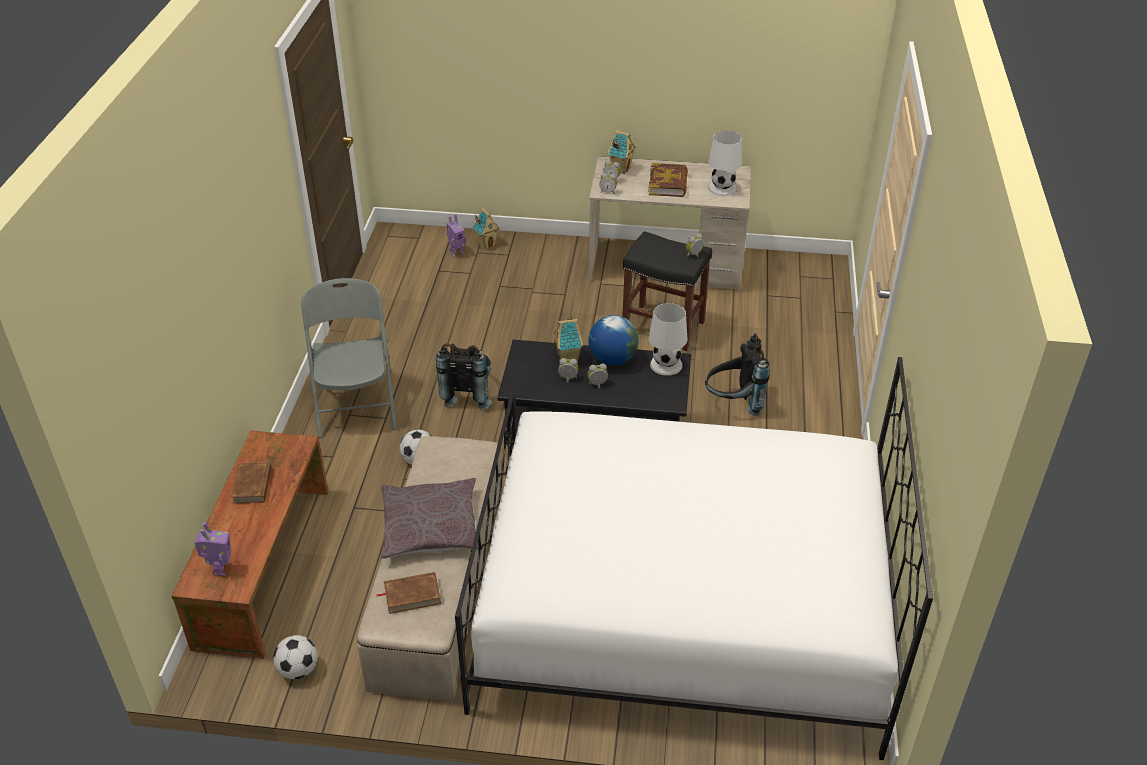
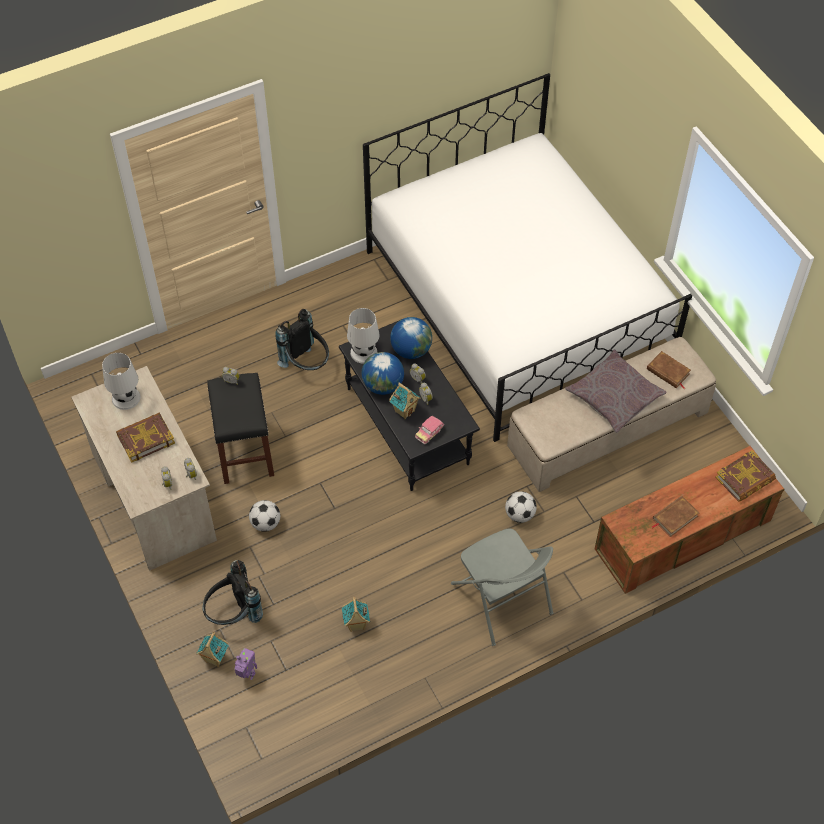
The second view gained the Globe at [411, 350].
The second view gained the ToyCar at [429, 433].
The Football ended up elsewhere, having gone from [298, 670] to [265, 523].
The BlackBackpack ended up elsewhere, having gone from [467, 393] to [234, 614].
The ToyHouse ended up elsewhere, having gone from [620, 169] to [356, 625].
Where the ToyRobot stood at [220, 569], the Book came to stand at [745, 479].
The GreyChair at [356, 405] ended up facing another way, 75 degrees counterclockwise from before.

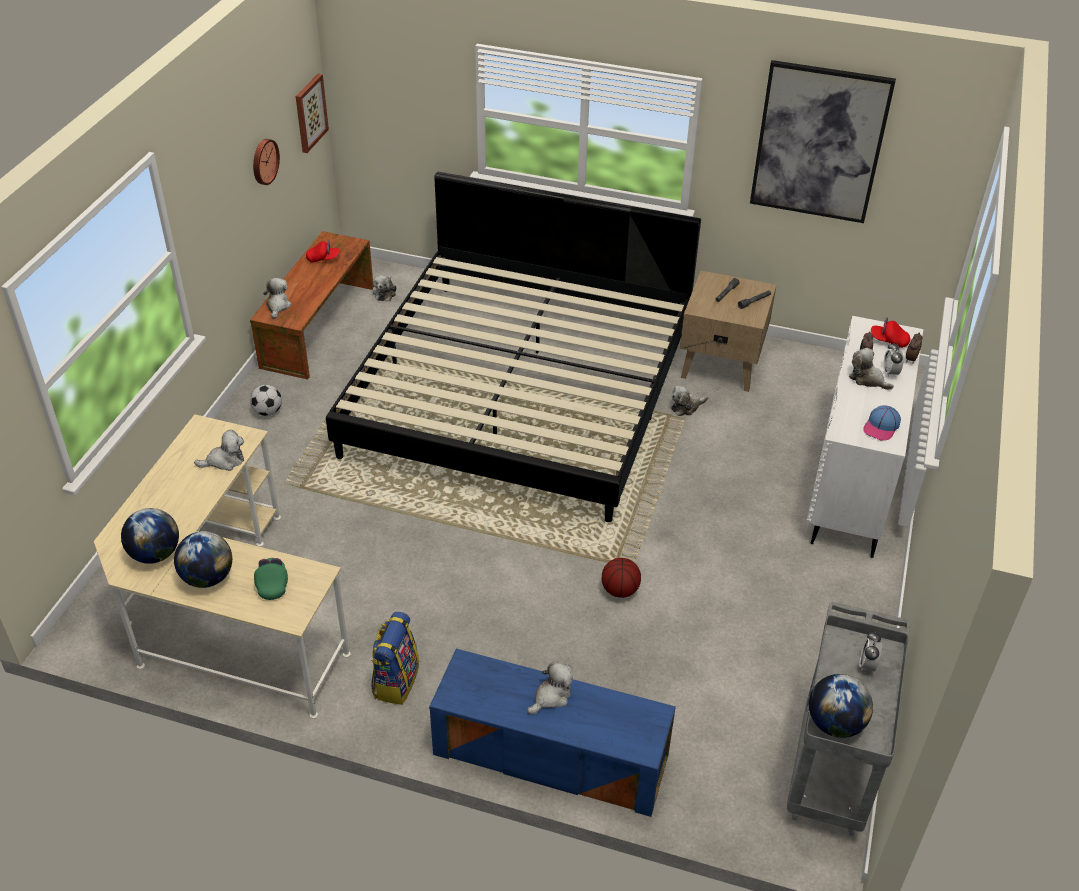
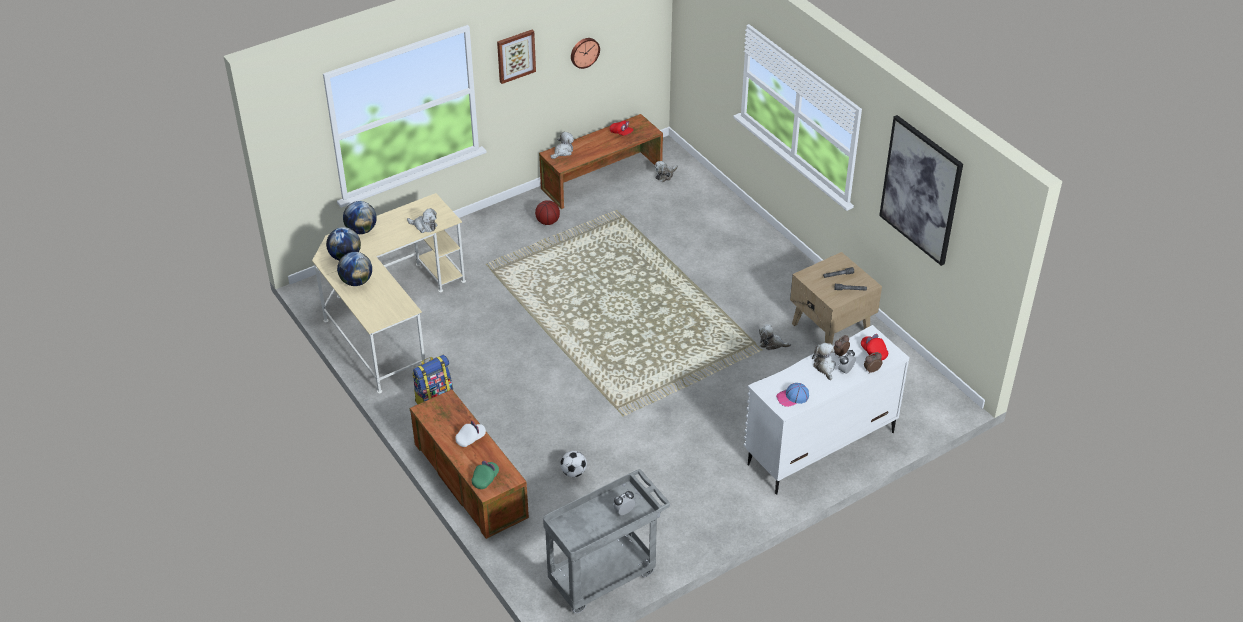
The second view lost the Bed at [520, 392].
The Football ended up elsewhere, having gone from [267, 412] to [573, 472].
The GreenCap ended up elsewhere, having gone from [272, 584] to [485, 479].
The Picture ended up elsewhere, having gone from [310, 113] to [515, 55].
The Basketball ended up elsewhere, having gone from [619, 590] to [547, 222].
The Globe ended up elsewhere, having gone from [835, 724] to [361, 230].
Where the PlushToy stood at [551, 696], the WhiteCap came to stand at [470, 438].
What was the BlueBench at [548, 756] turned into the BrownBench at [468, 480].

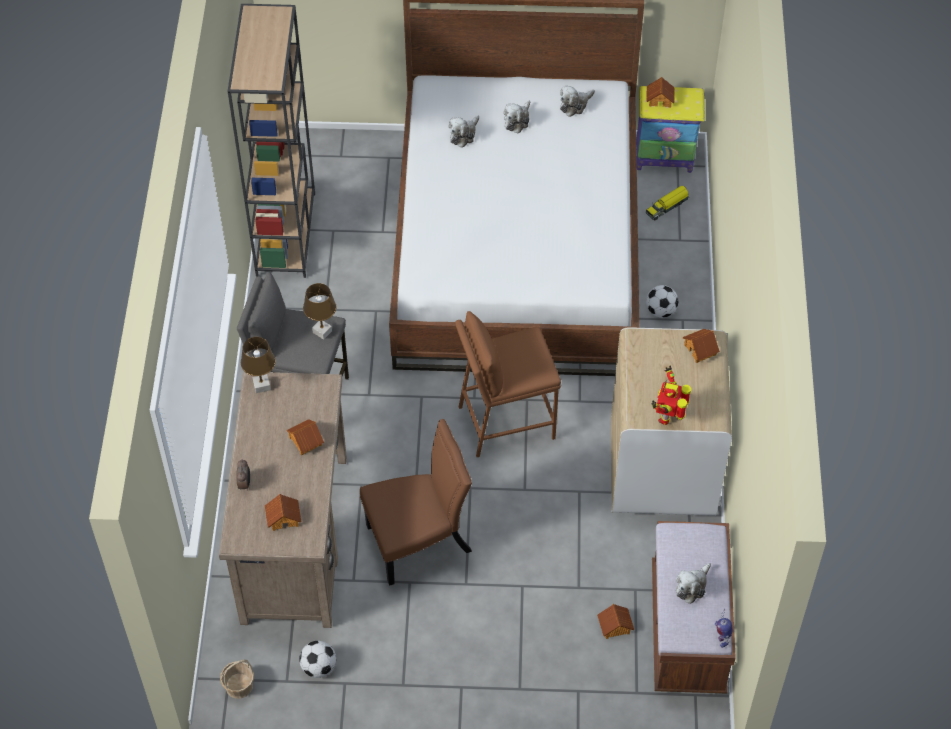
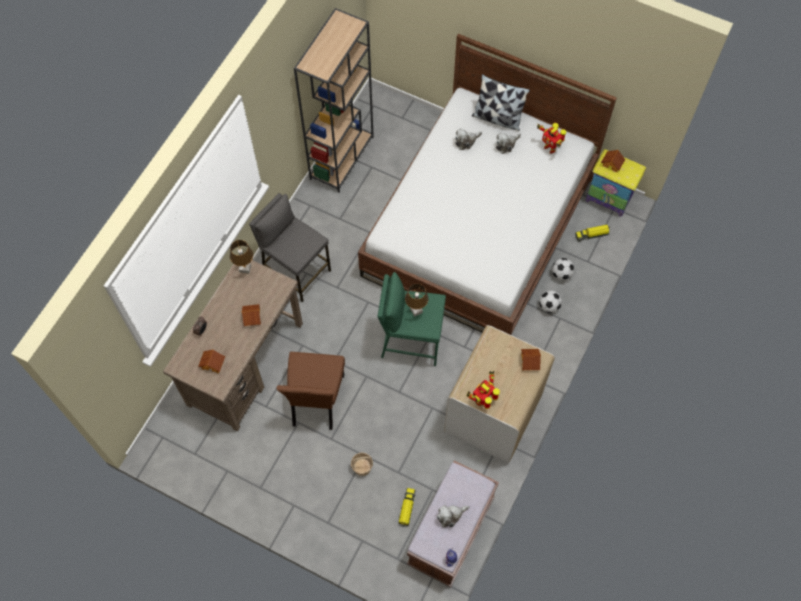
The second view gained the Pillow at [497, 118].
The Basket ended up elsewhere, having gone from [238, 686] to [362, 467].
The Football ended up elsewhere, having gone from [318, 667] to [561, 274].
The BrownTableLamp ended up elsewhere, having gone from [322, 332] to [416, 310].
Where the PlushToy stood at [575, 105], the ToyRobot came to stand at [550, 148].
Where the ToyHouse stood at [615, 626], the ToyTruck came to stand at [407, 508].
What was the BrownStool at [505, 421] turned into the GreenStool at [411, 341].
The BrownChair at [417, 542] ended up facing another way, 90 degrees clockwise from before.

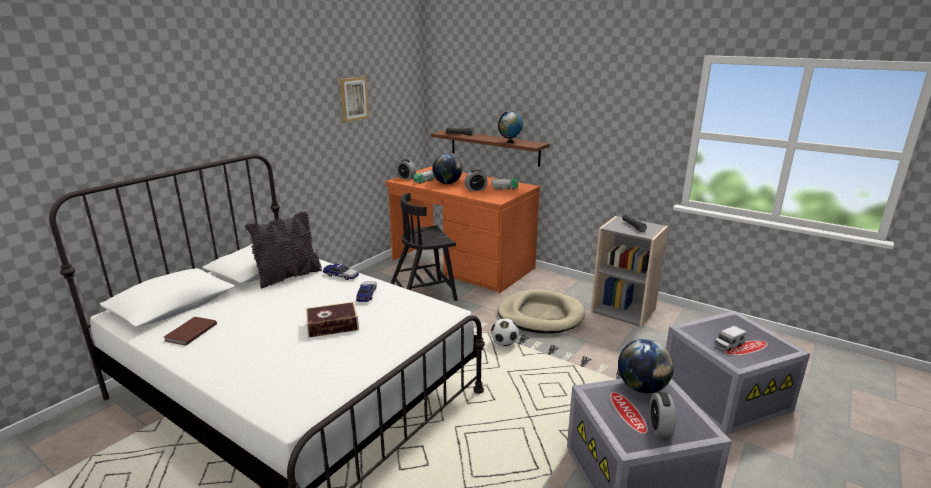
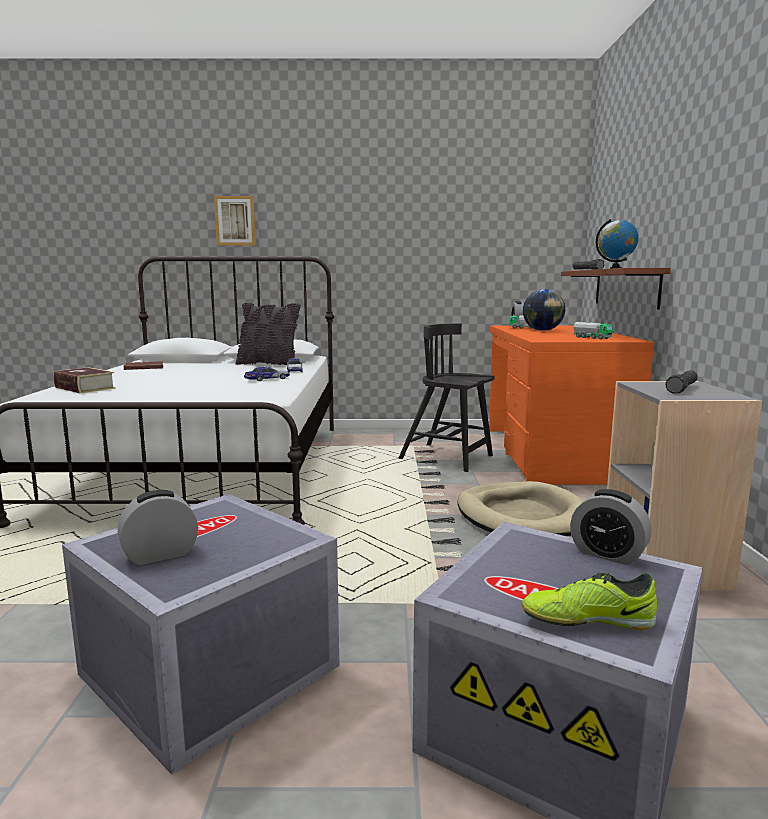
The second view lost the Football at [504, 343].
The second view lost the Globe at [642, 387].
The second view lost the ToyTruck at [728, 345].
The second view gained the Shoe at [587, 620].
The Book ended up elsewhere, having gone from [332, 325] to [84, 388].
The Picture ended up elsewhere, having gone from [353, 99] to [235, 221].
The AlarmClock ended up elsewhere, having gone from [475, 189] to [607, 554].

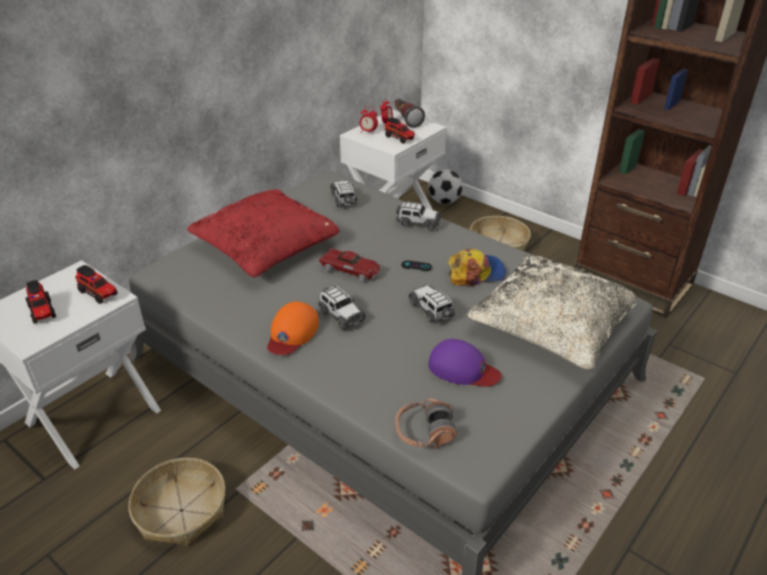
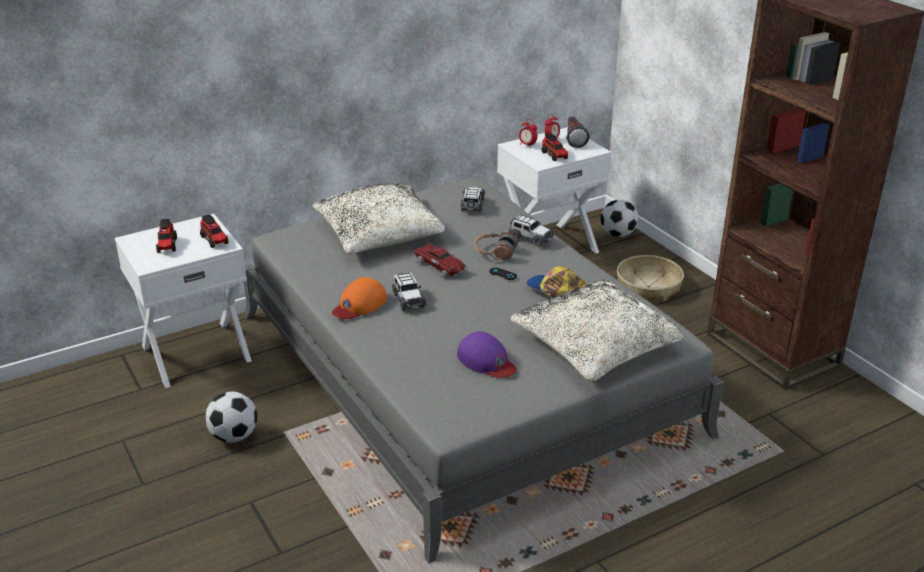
The second view lost the ToyCar at [431, 310].
The Headphones ended up elsewhere, having gone from [424, 432] to [495, 252].
Where the Basket stood at [182, 510], the Football came to stand at [234, 436].
What was the RedPillow at [267, 245] turned into the BeigePillow at [380, 232].
The Cap at [476, 272] ended up facing another way, 150 degrees counterclockwise from before.

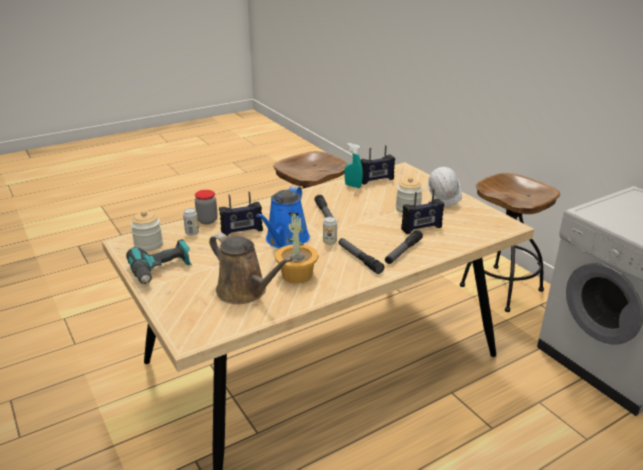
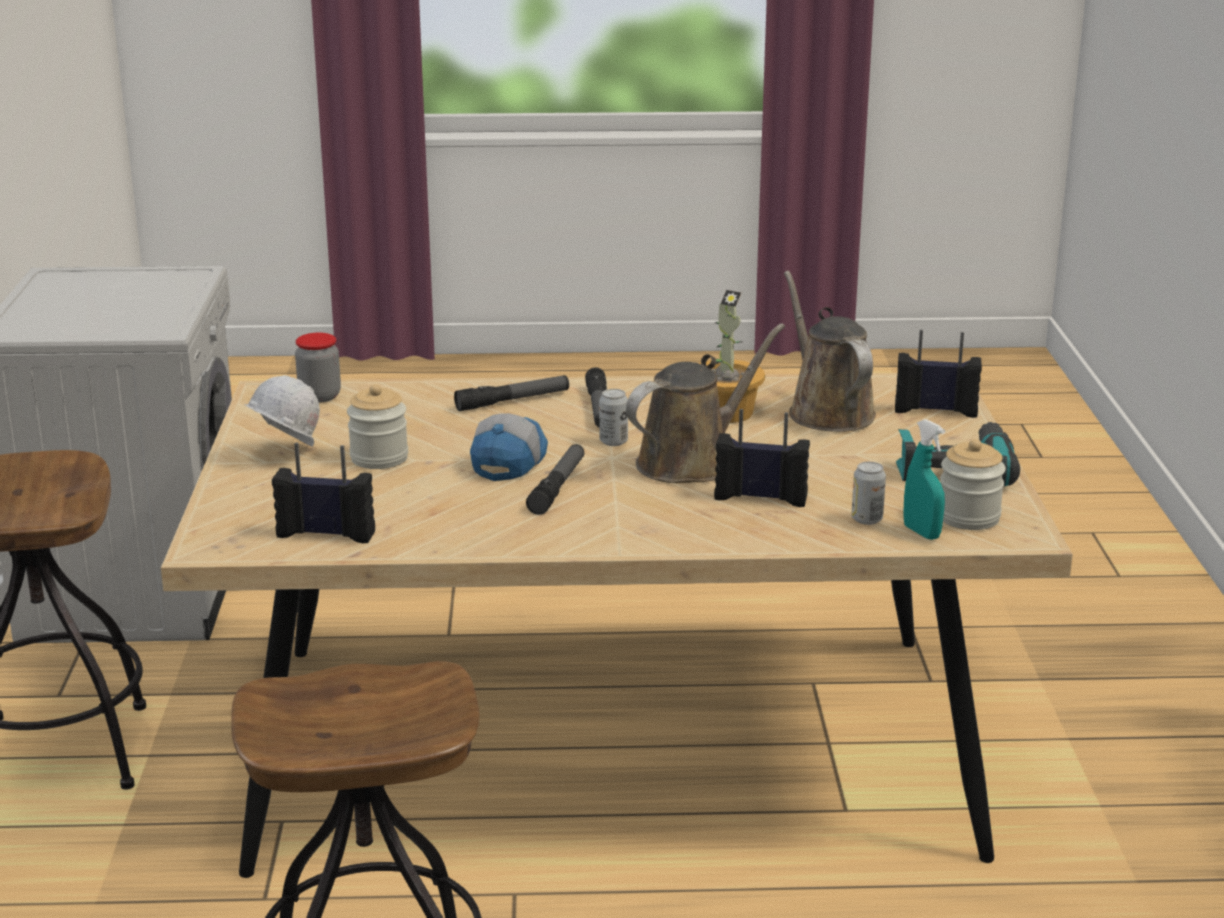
The second view gained the Cap at [507, 461].
The Jar ended up elsewhere, having gone from [207, 220] to [320, 396].
The TurquoiseSprayBottle ended up elsewhere, having gone from [353, 186] to [921, 532].
The Radio ended up elsewhere, having gone from [421, 228] to [935, 410].
What was the BlueWateringCan at [285, 240] turned into the BrownWateringCan at [691, 462].

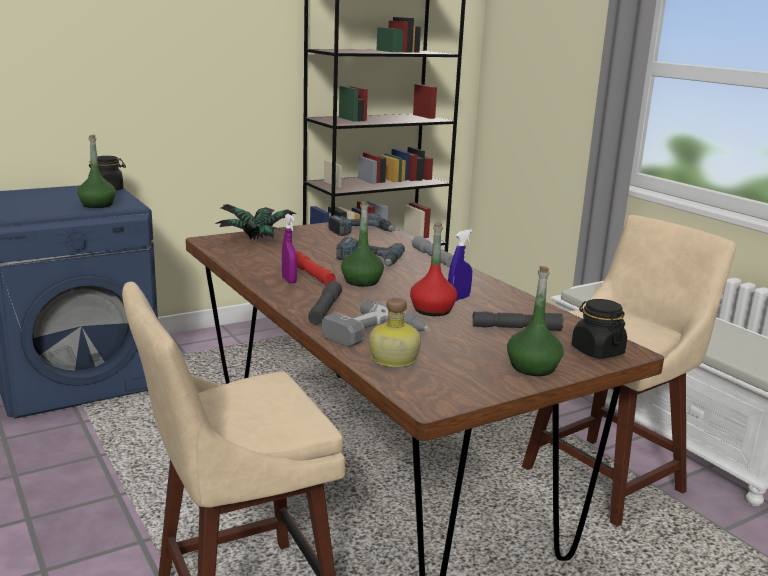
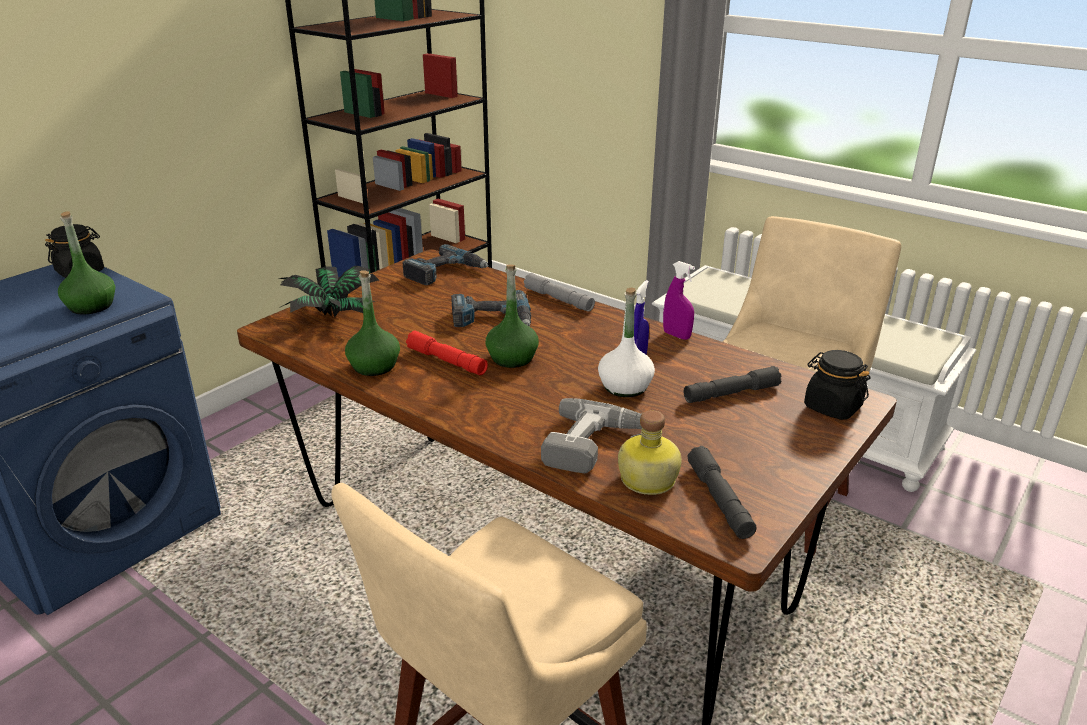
The PurpleSprayBottle ended up elsewhere, having gone from [289, 280] to [676, 335].
The GreyFlashlight ended up elsewhere, having gone from [325, 310] to [719, 500].
The GreenBottle ended up elsewhere, having gone from [533, 367] to [374, 366].
What was the RedBottle at [432, 310] turned into the WhiteBottle at [625, 387].

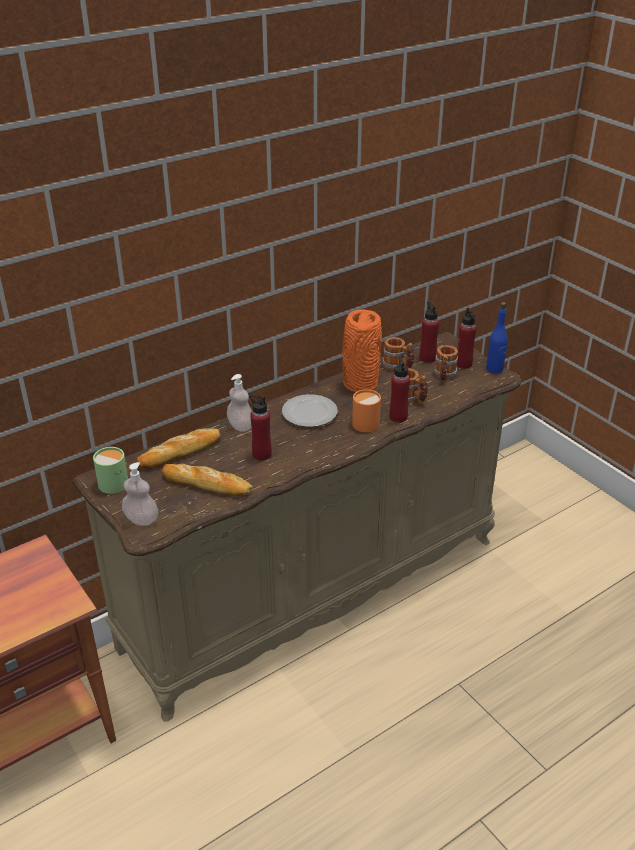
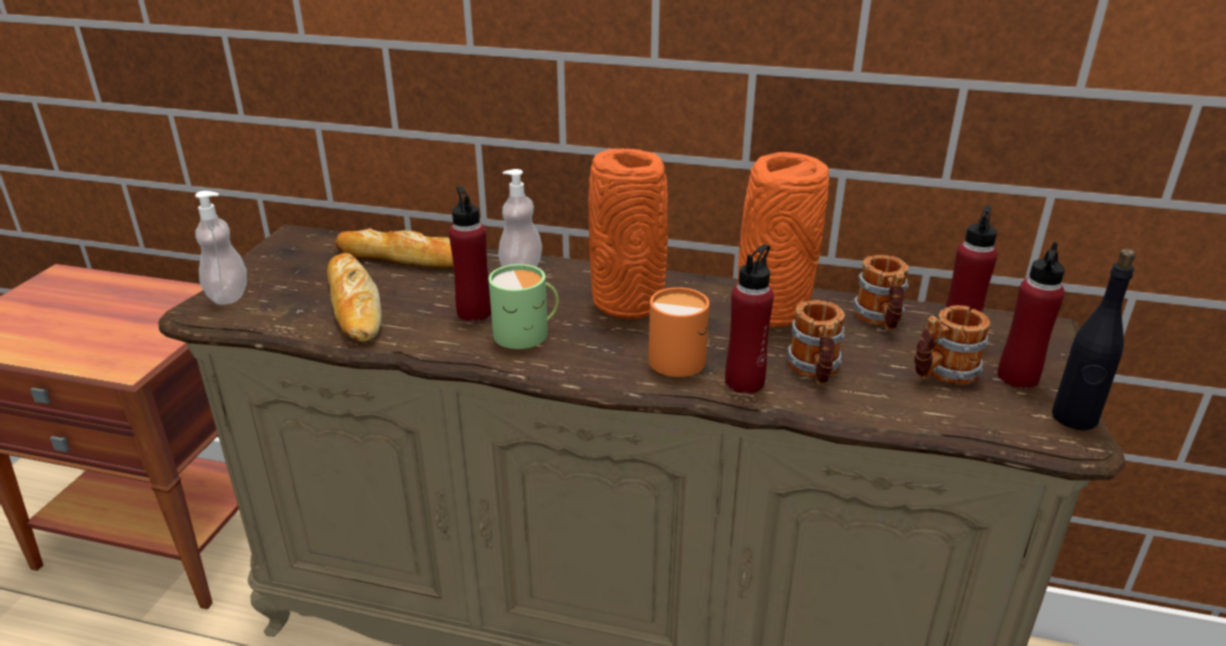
The GreenMug ended up elsewhere, having gone from [115, 482] to [527, 333].
Where the Plate stood at [310, 413], the OrangeVase came to stand at [629, 304].
What was the BlueBottle at [494, 369] turned into the BlackBottle at [1074, 418].

